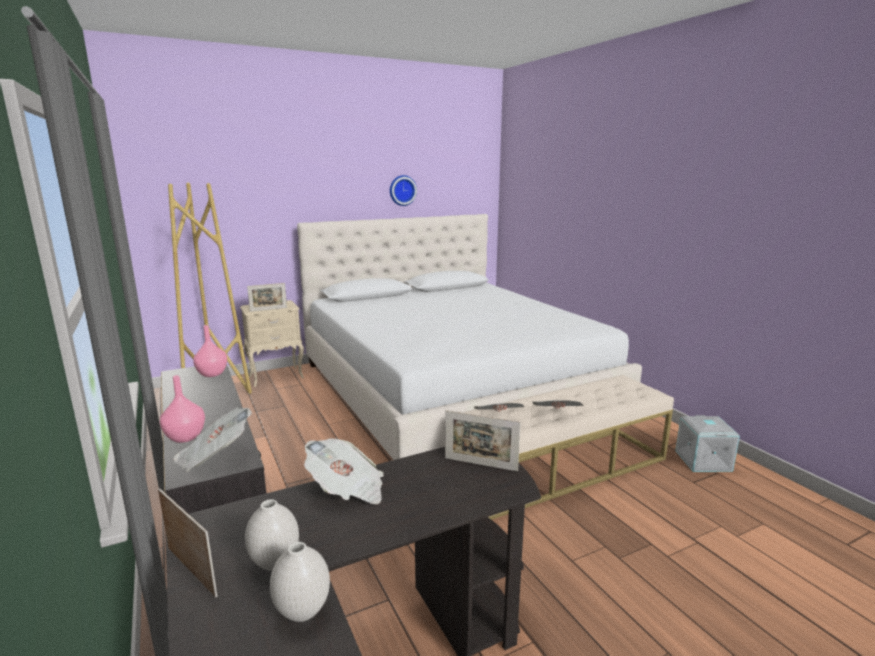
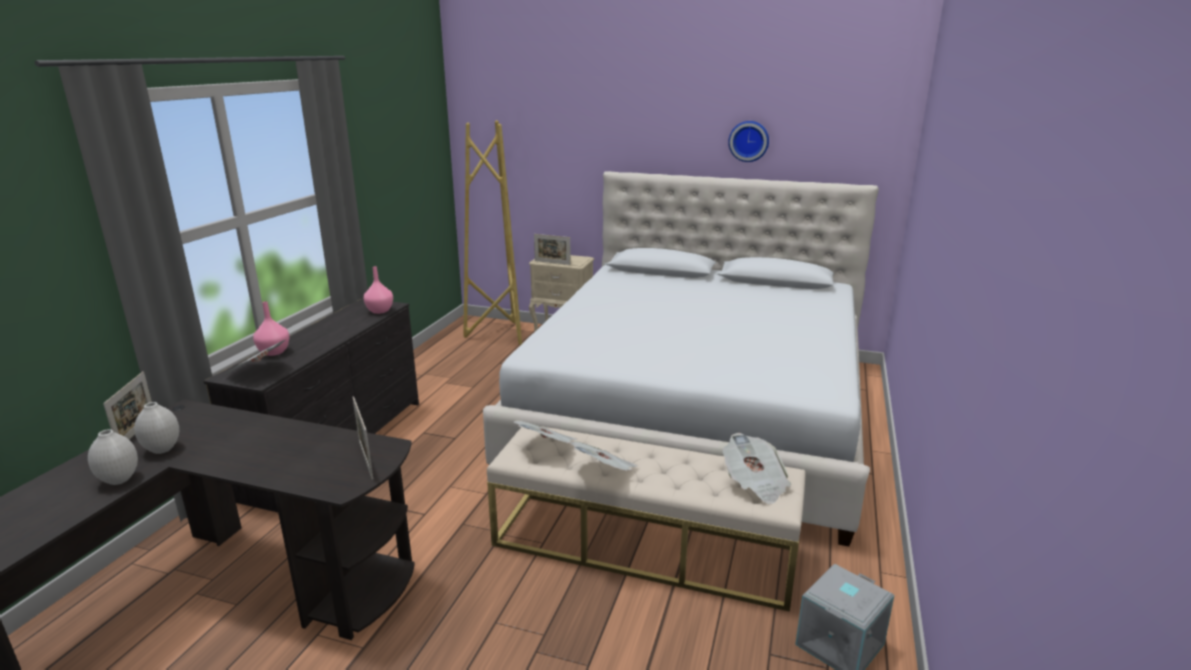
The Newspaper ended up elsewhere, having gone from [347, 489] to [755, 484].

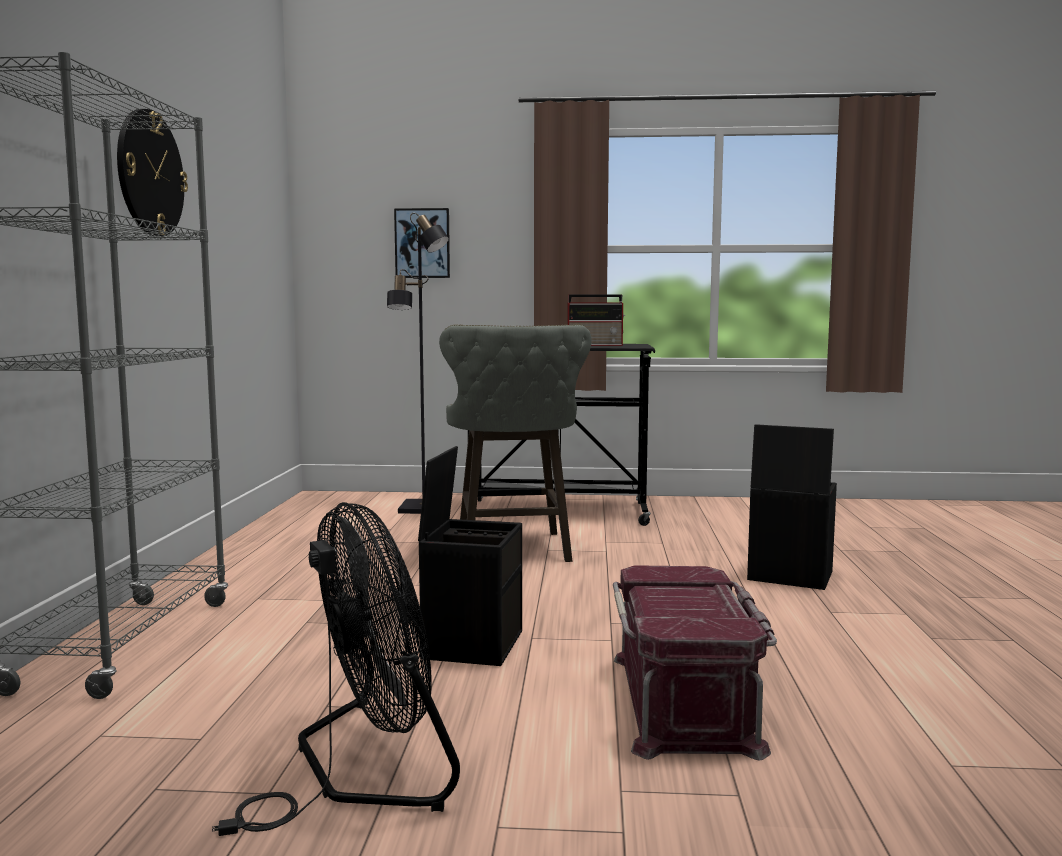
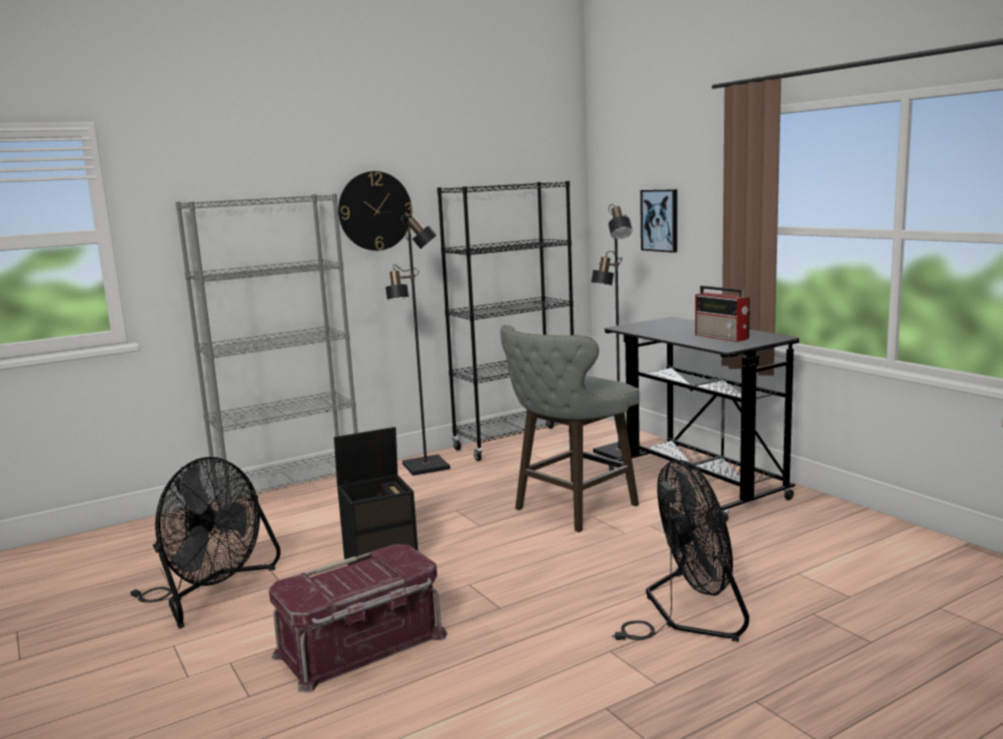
The second view gained the BlackFloorLamp at [425, 466].
The second view gained the BlackBookcase at [516, 443].
Where the BlackStorageBox stood at [788, 576], the BlackFan came to stand at [680, 611].

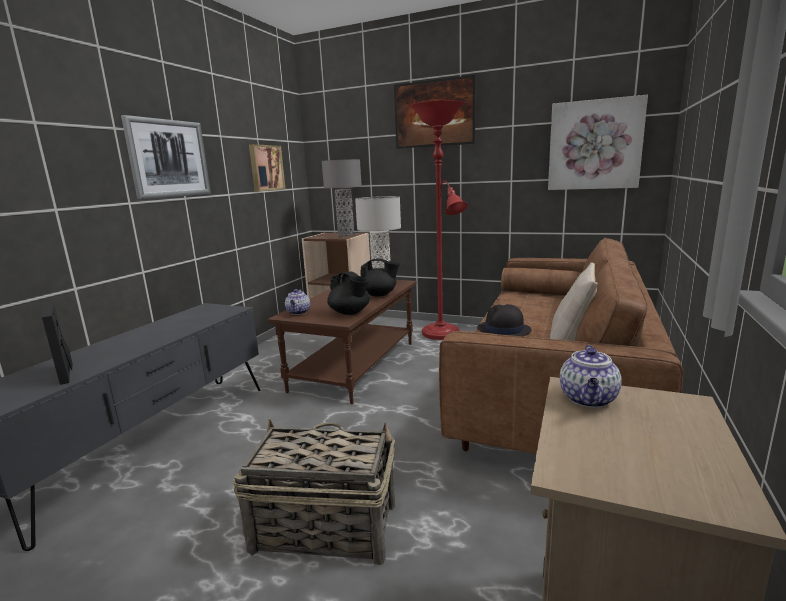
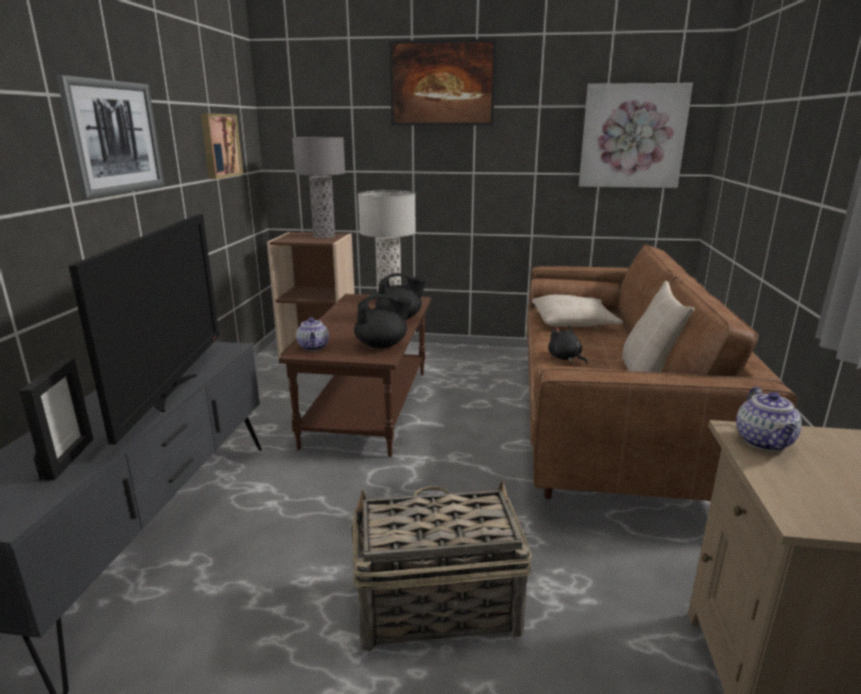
The second view lost the RedFloorLamp at [443, 334].
The second view gained the Television at [172, 392].
The second view gained the BeigePillow at [573, 321].
Where the BlackHat stood at [503, 330], the BlackPlushToy came to stand at [565, 358].
The PictureFrame at [66, 373] ended up facing another way, 135 degrees counterclockwise from before.
The BlackTeapot at [350, 313] ended up facing another way, 45 degrees counterclockwise from before.

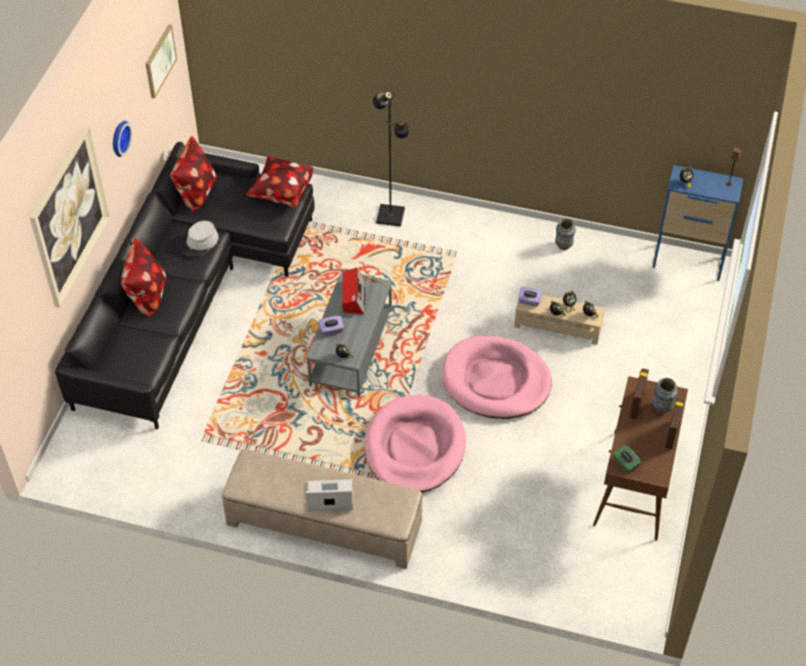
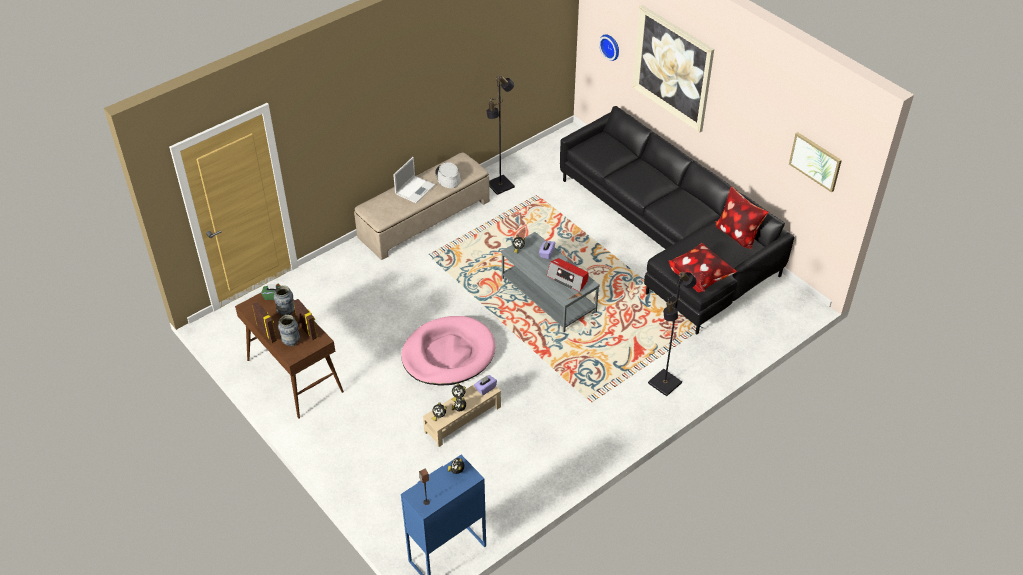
The second view lost the Pillow at [146, 296].
The second view lost the PinkDogBed at [414, 447].
The second view gained the BlackFloorLamp at [500, 185].
The WallClock ended up elsewhere, having gone from [119, 138] to [611, 46].
The GreyHat ended up elsewhere, having gone from [200, 243] to [447, 177].
The Vase ended up elsewhere, having gone from [563, 245] to [286, 312].

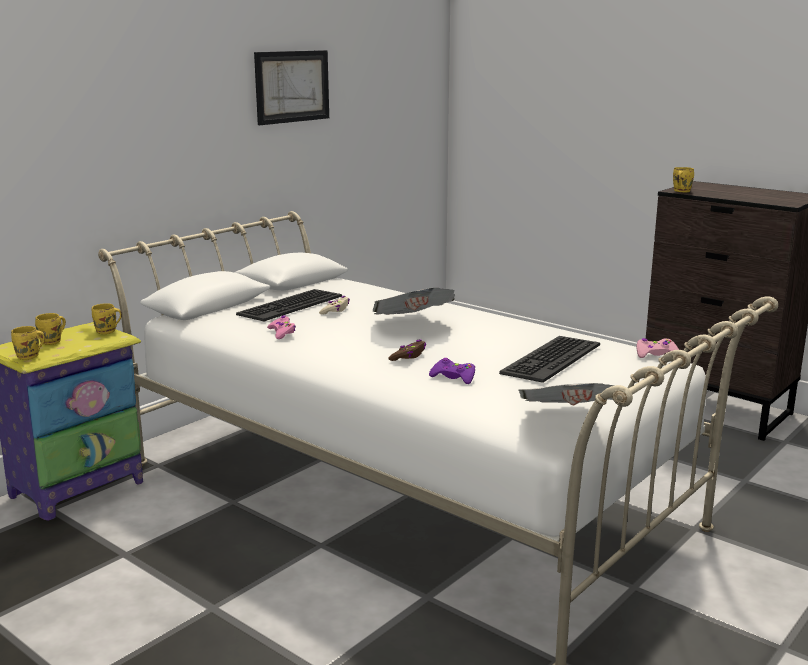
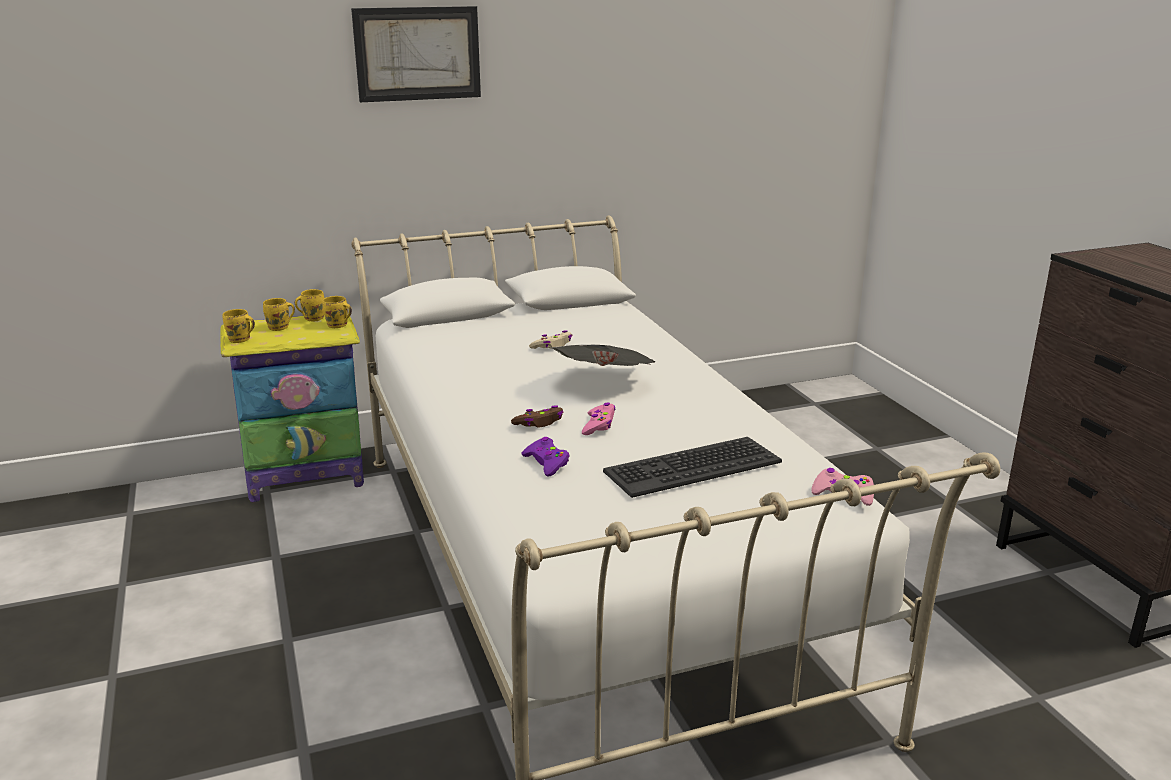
The second view lost the Keyboard at [290, 306].
The second view lost the Newspaper at [571, 423].
The Picture ended up elsewhere, having gone from [292, 86] to [417, 53].
The PinkGameController ended up elsewhere, having gone from [282, 332] to [599, 425].
The YellowMug ended up elsewhere, having gone from [680, 191] to [312, 318].

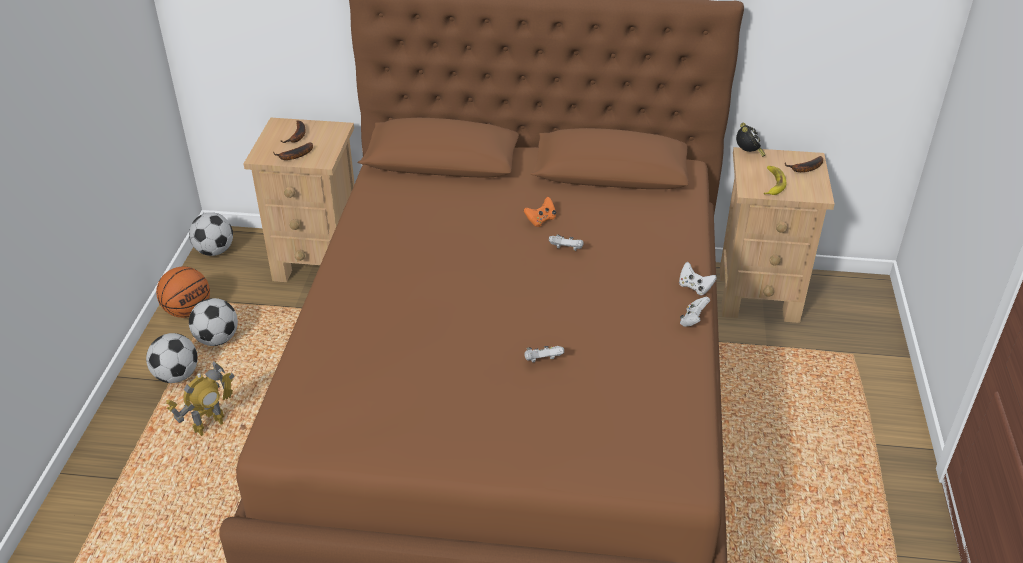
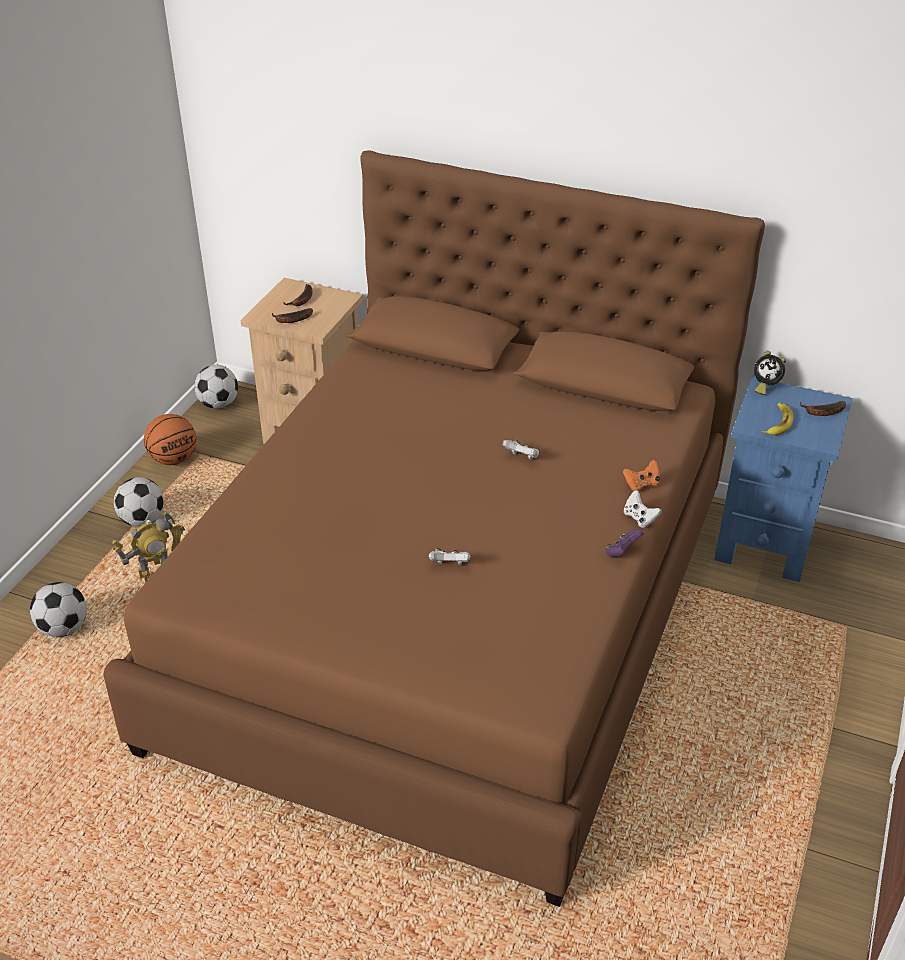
The Football ended up elsewhere, having gone from [217, 339] to [64, 628].
The OrangeGameController ended up elsewhere, having gone from [541, 220] to [641, 485].
What was the WhiteGameController at [692, 320] turned into the PurpleGameController at [622, 552].
What was the BeigeNightstand at [759, 296] turned into the BlueNightstand at [765, 545].
The AlarmClock at [748, 154] ended up facing another way, 90 degrees clockwise from before.

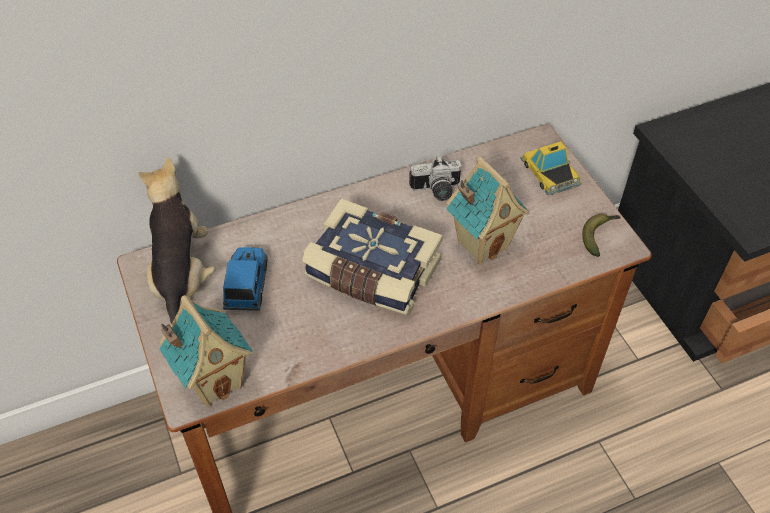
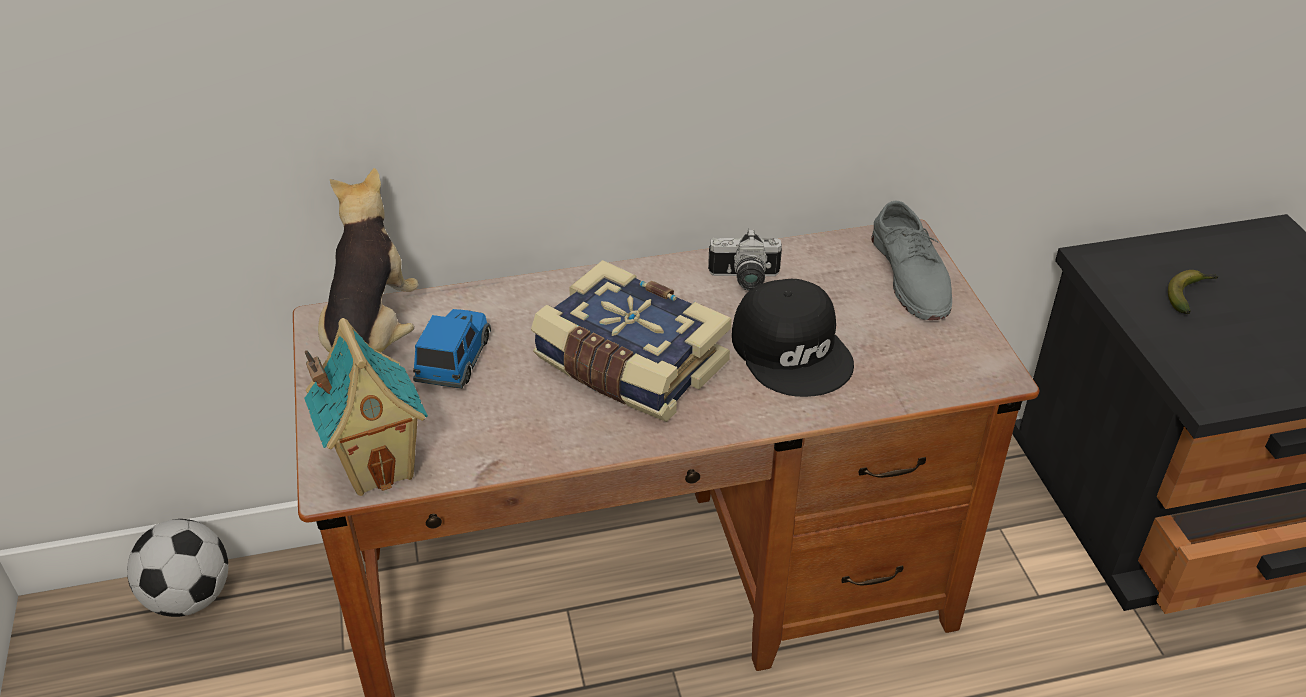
The second view gained the Football at [189, 597].
The Banana ended up elsewhere, having gone from [599, 235] to [1189, 295].
Where the ToyHouse stood at [482, 244], the BlackCap came to stand at [793, 349].
Where the ToyCar stood at [550, 172], the GreyShoe came to stand at [911, 275].

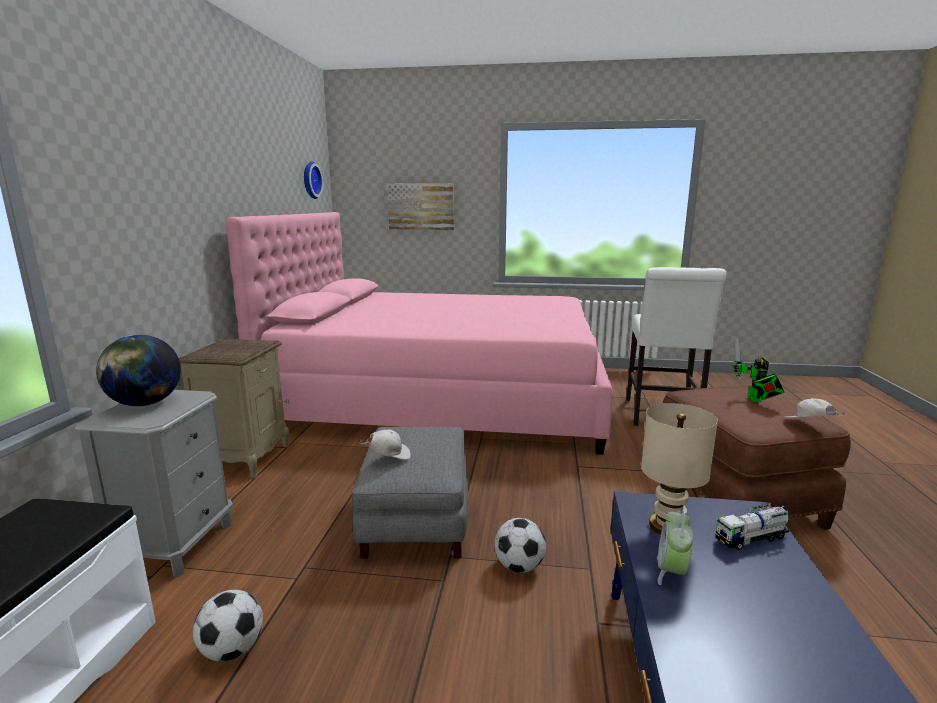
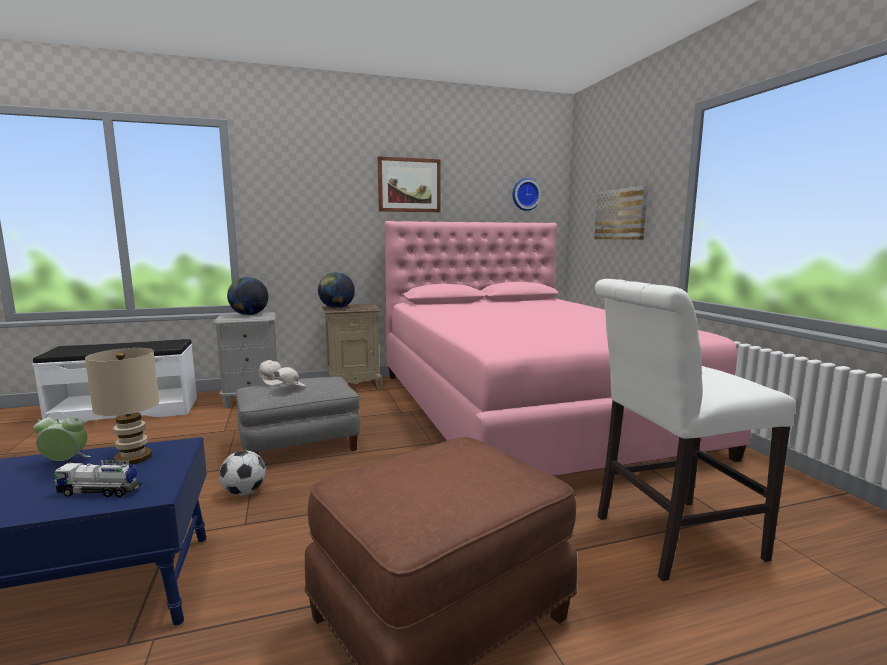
The second view lost the Football at [232, 650].
The second view lost the ToyRobot at [755, 400].
The second view gained the Globe at [336, 308].
The second view gained the Picture at [409, 185].
The WhiteCap ended up elsewhere, having gone from [808, 425] to [288, 388].
The ToyTruck at [751, 538] ended up facing another way, 45 degrees counterclockwise from before.

